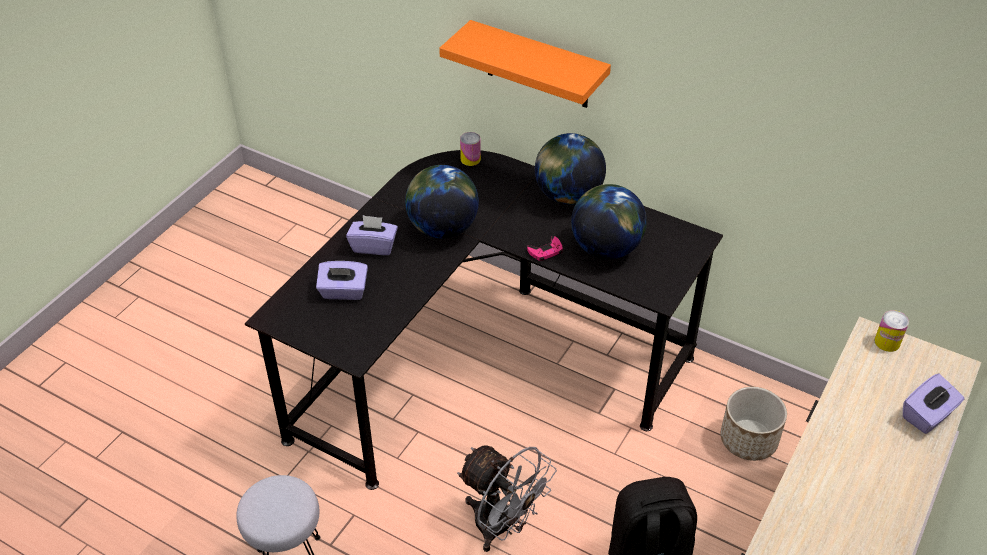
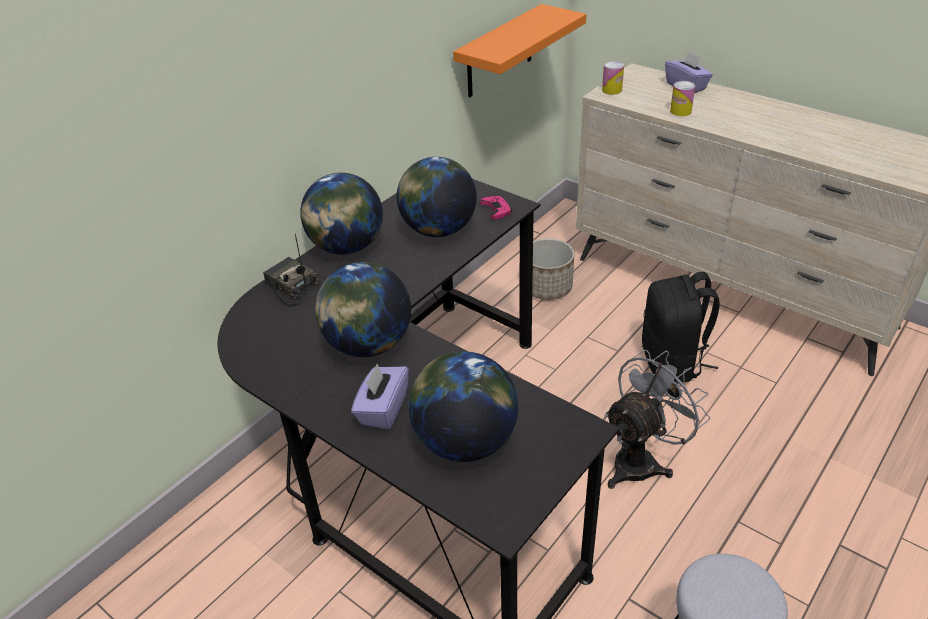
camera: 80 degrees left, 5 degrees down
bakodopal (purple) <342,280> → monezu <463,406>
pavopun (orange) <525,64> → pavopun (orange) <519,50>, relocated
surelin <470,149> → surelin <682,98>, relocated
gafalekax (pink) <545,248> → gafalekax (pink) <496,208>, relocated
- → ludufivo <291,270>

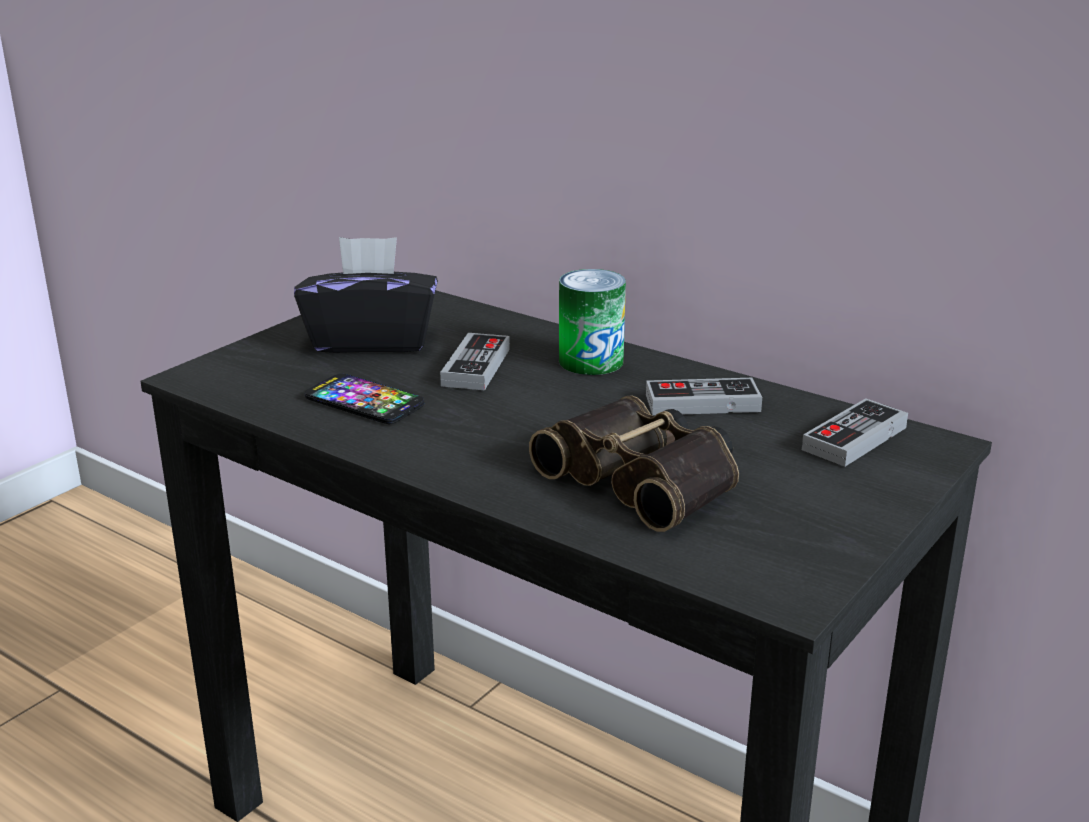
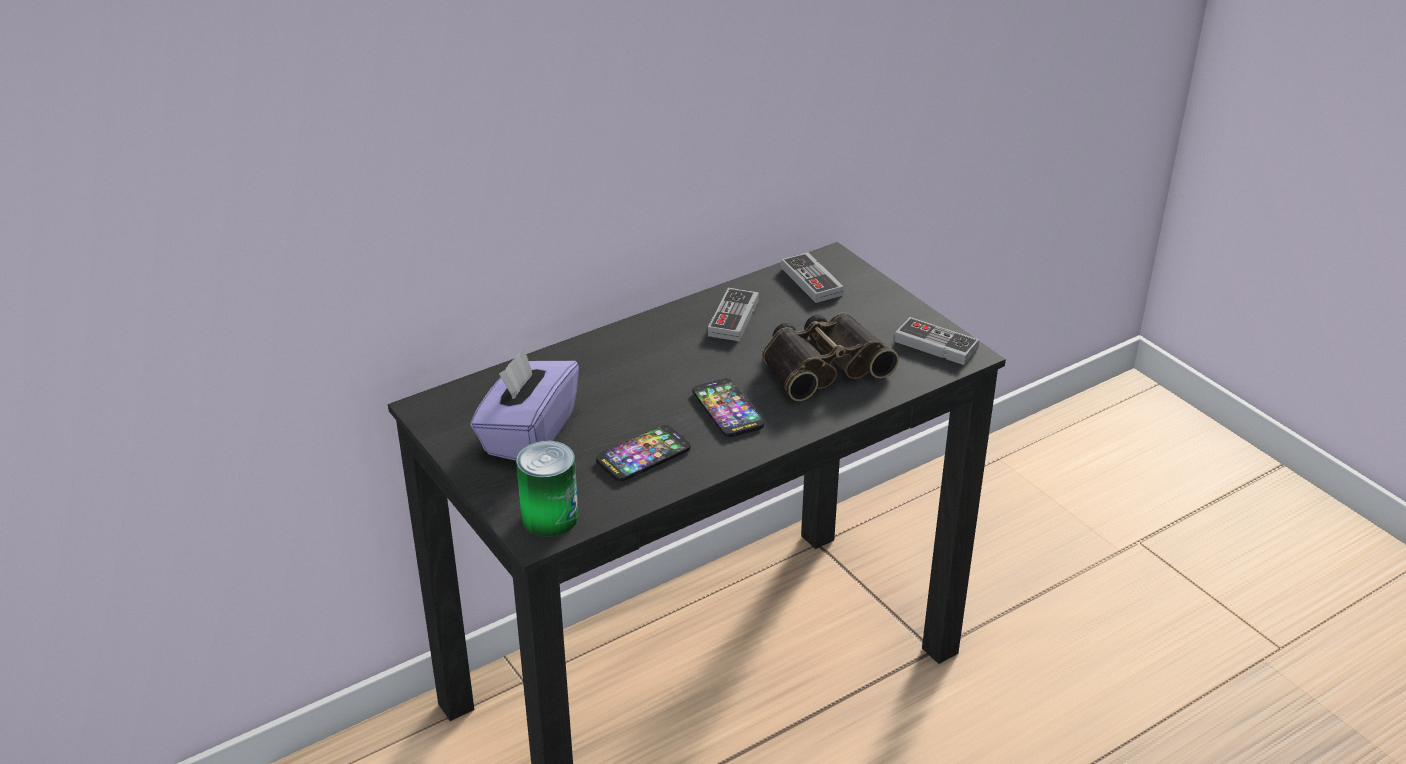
camera: 70 degrees left, 10 degrees up
bakodopal (black) <366,295> → bakodopal (purple) <524,404>
gafalekax <475,361> → gafalekax <936,341>, relocated
surelin <592,322> → surelin <547,489>, relocated
- → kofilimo <728,407>

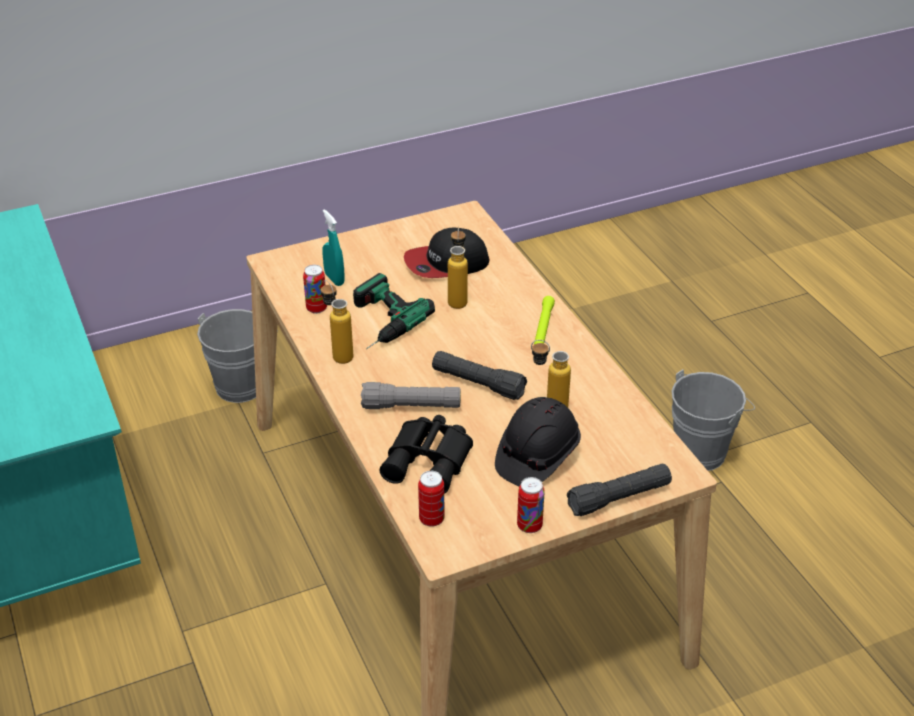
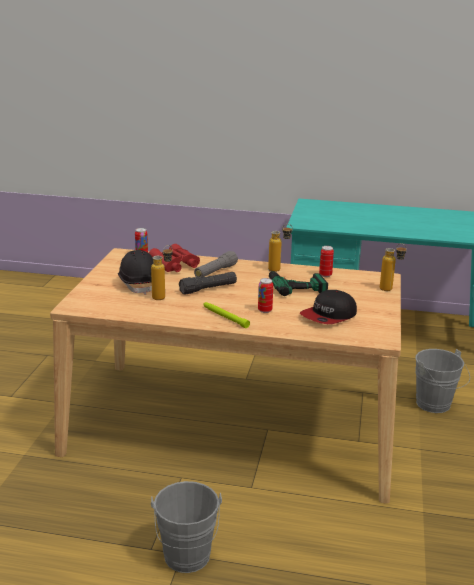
camera: 125 degrees right, 15 degrees down
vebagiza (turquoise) <333,247> → -
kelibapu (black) <426,454> → kelibapu (red) <174,258>
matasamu <447,253> → matasamu <328,307>, 150 degrees counterclockwise
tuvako <458,267> → tuvako <393,267>, relocated
surelin <531,505> → surelin <265,295>, relocated
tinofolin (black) <619,490> → -

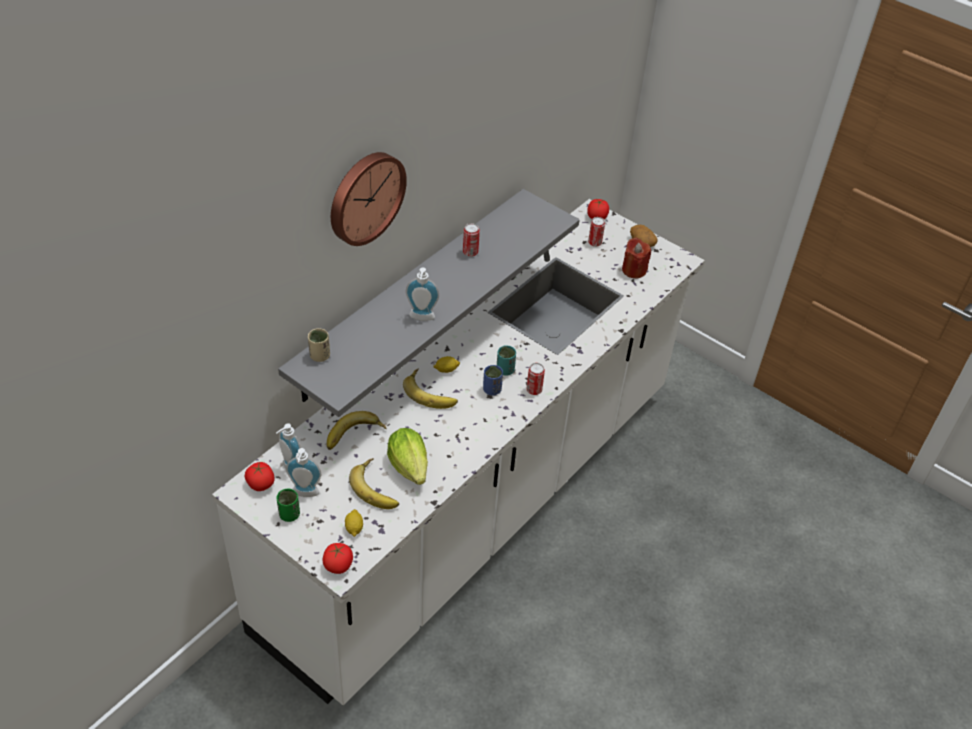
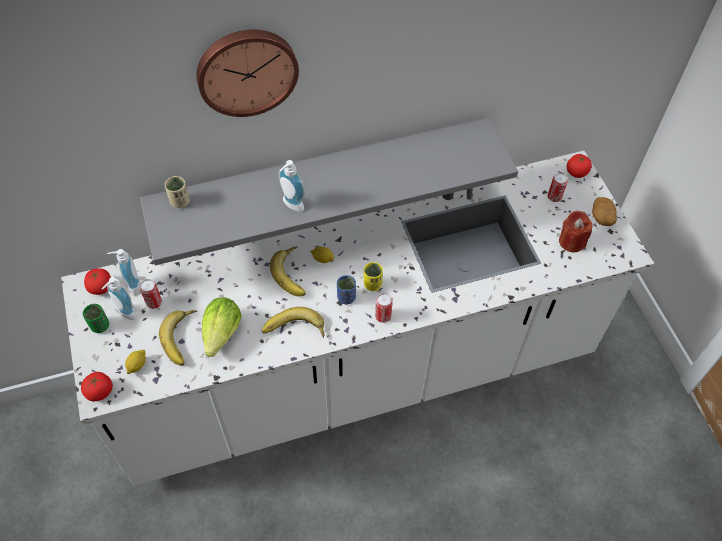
camera: 35 degrees right, 10 degrees up
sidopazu <356,430> → sidopazu <293,322>, relocated
surelin <471,240> → surelin <151,294>, relocated
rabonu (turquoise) <506,360> → rabonu (yellow) <373,276>

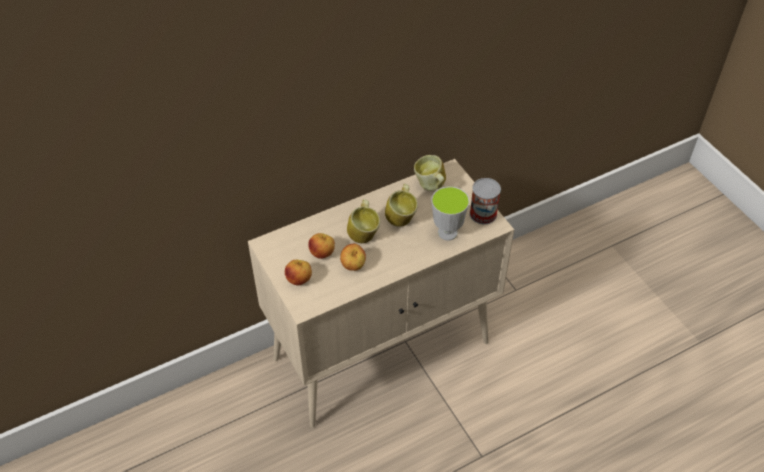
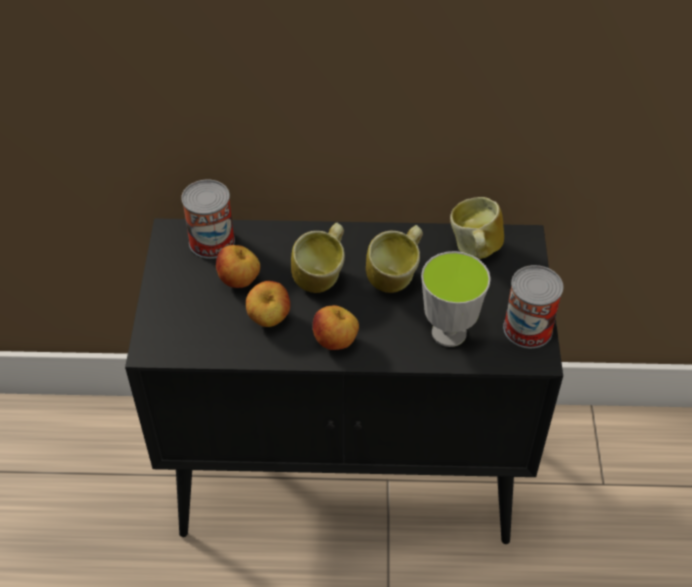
camera: 30 degrees right, 0 degrees up
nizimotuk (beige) <381,293> → nizimotuk (black) <344,381>
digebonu <298,272> → digebonu <336,327>, relocated
- → surelin <208,219>

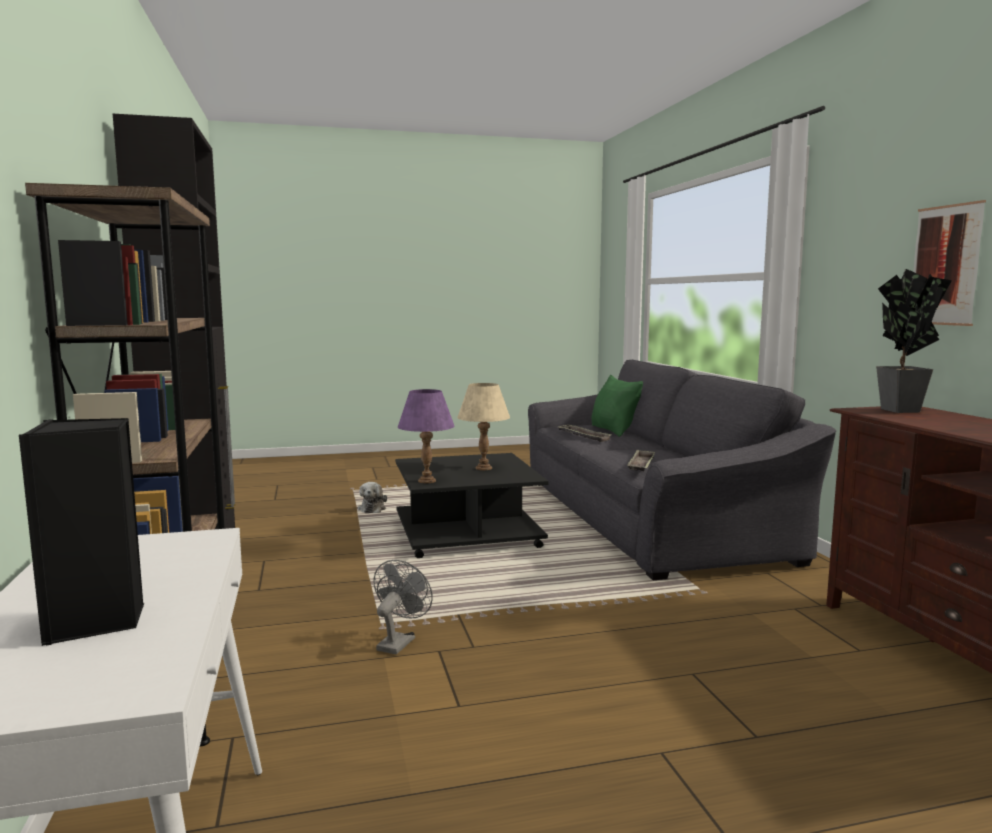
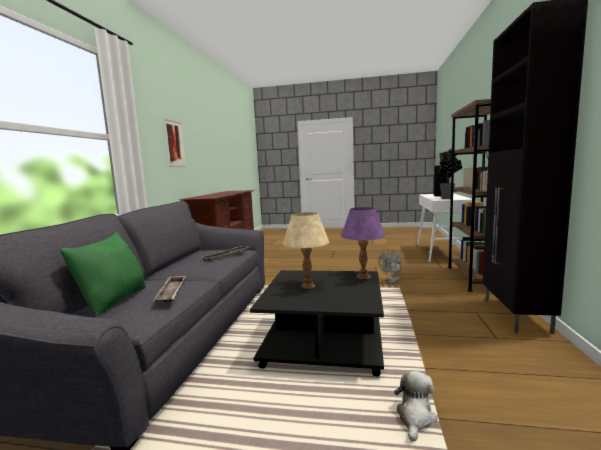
camera: 155 degrees left, 0 degrees up
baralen <914,341> → baralen <450,173>, relocated

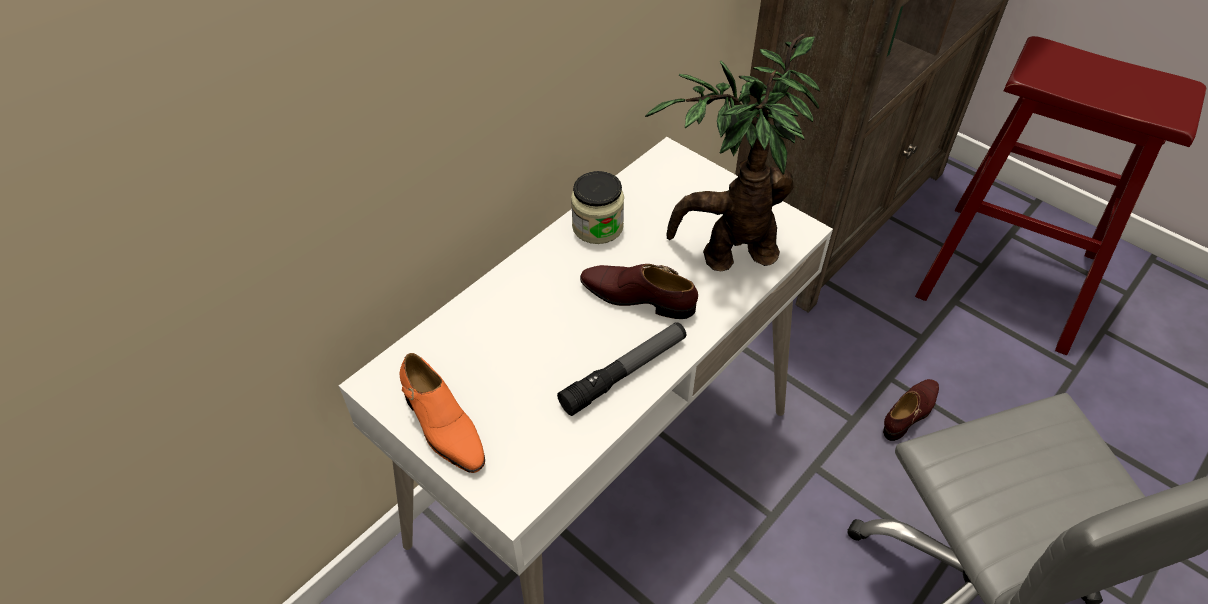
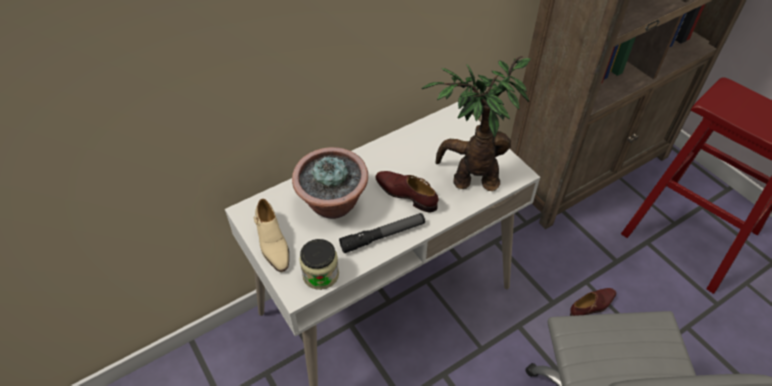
camera: 15 degrees right, 0 degrees up
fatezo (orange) <442,413> → fatezo (beige) <271,235>
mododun <597,207> → mododun <319,264>, relocated
- → baralen <330,183>

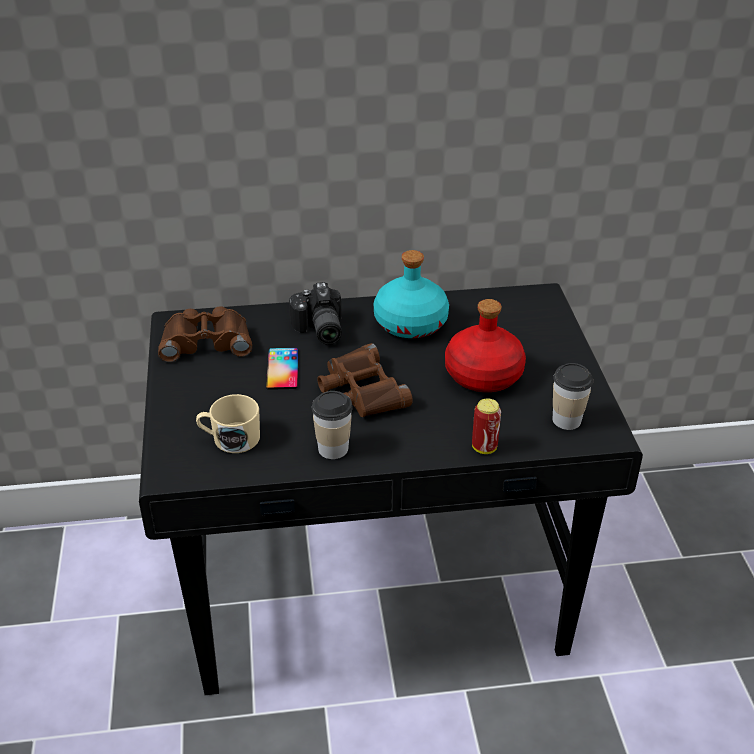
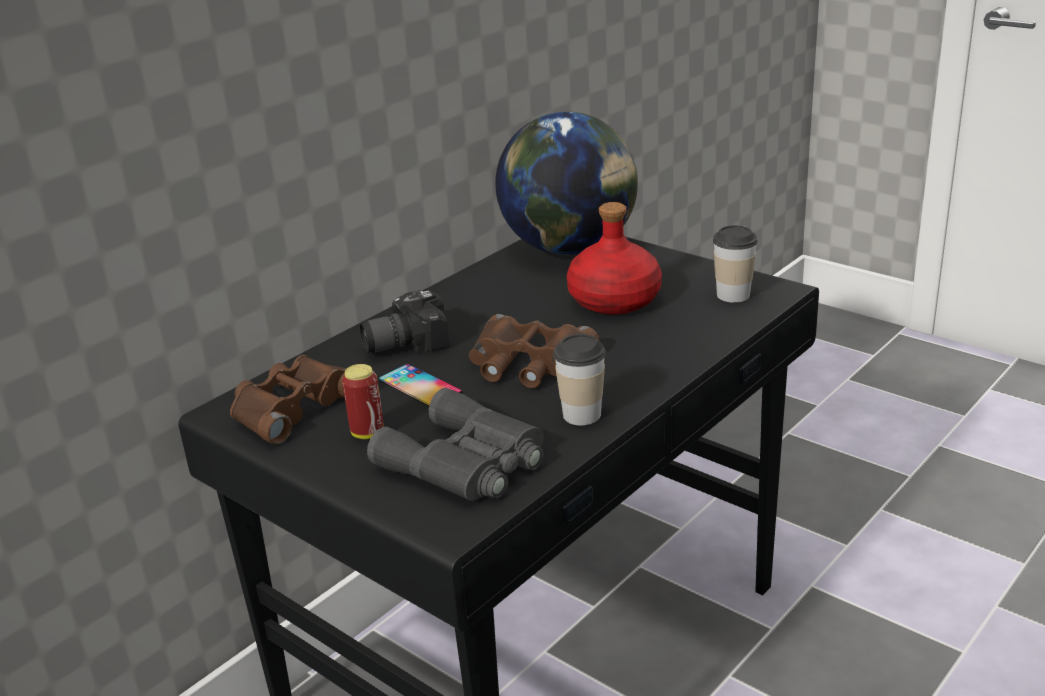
camera: 40 degrees left, 10 degrees down
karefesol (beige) <228,423> → kelibapu (grey) <455,444>
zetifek <315,313> → zetifek <405,321>, 120 degrees clockwise
tuvako (turquoise) <411,294> → -
surelin <486,426> → surelin <363,401>, relocated
- → monezu <566,183>

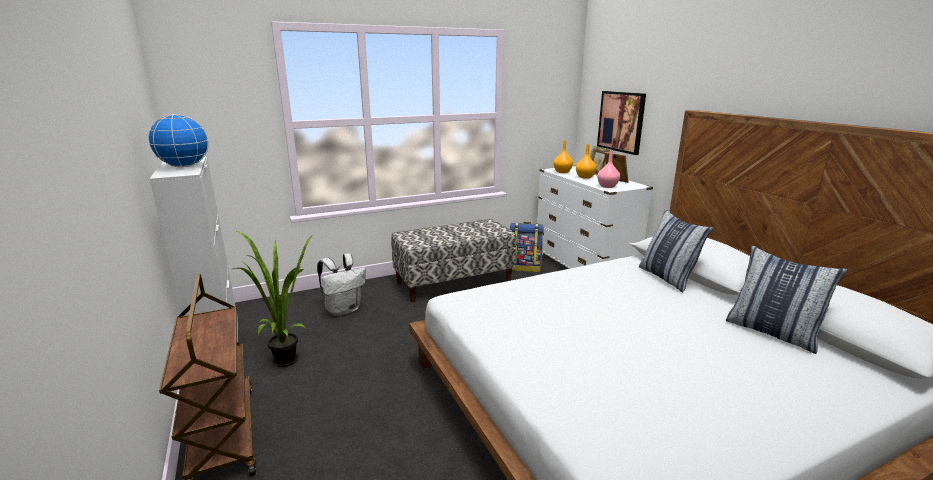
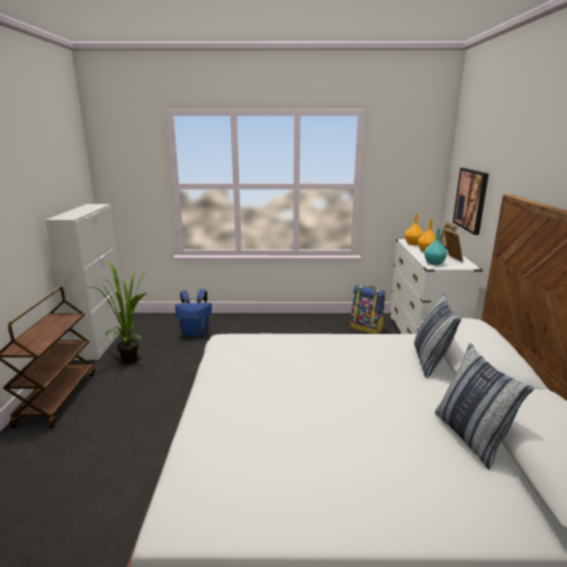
camera: 25 degrees right, 0 degrees up
monezu <178,140> → -
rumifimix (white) <341,284> → rumifimix (blue) <193,313>
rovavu <454,260> → -
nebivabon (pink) <608,169> → nebivabon (turquoise) <435,247>

